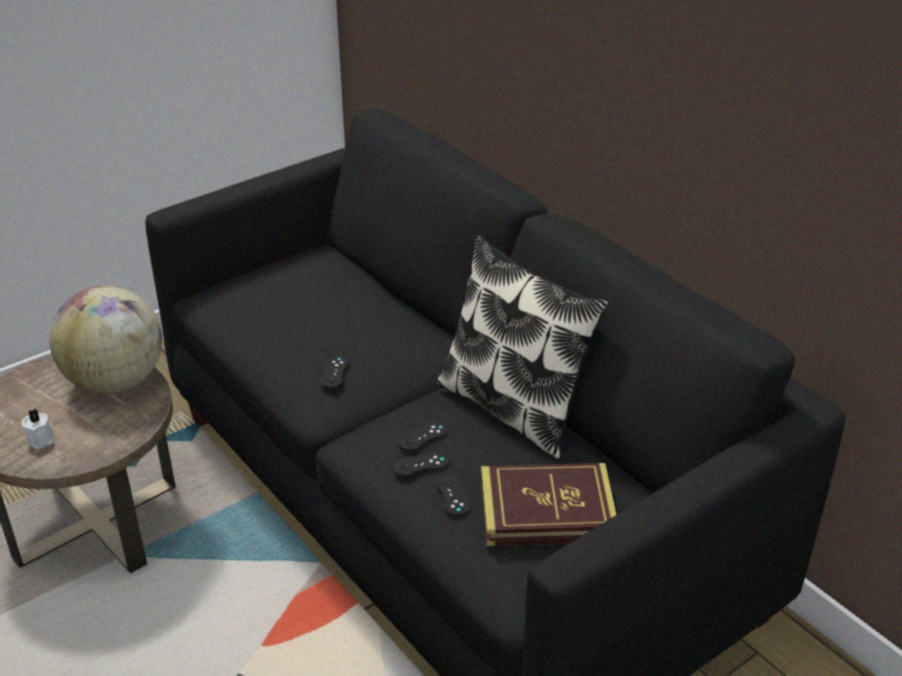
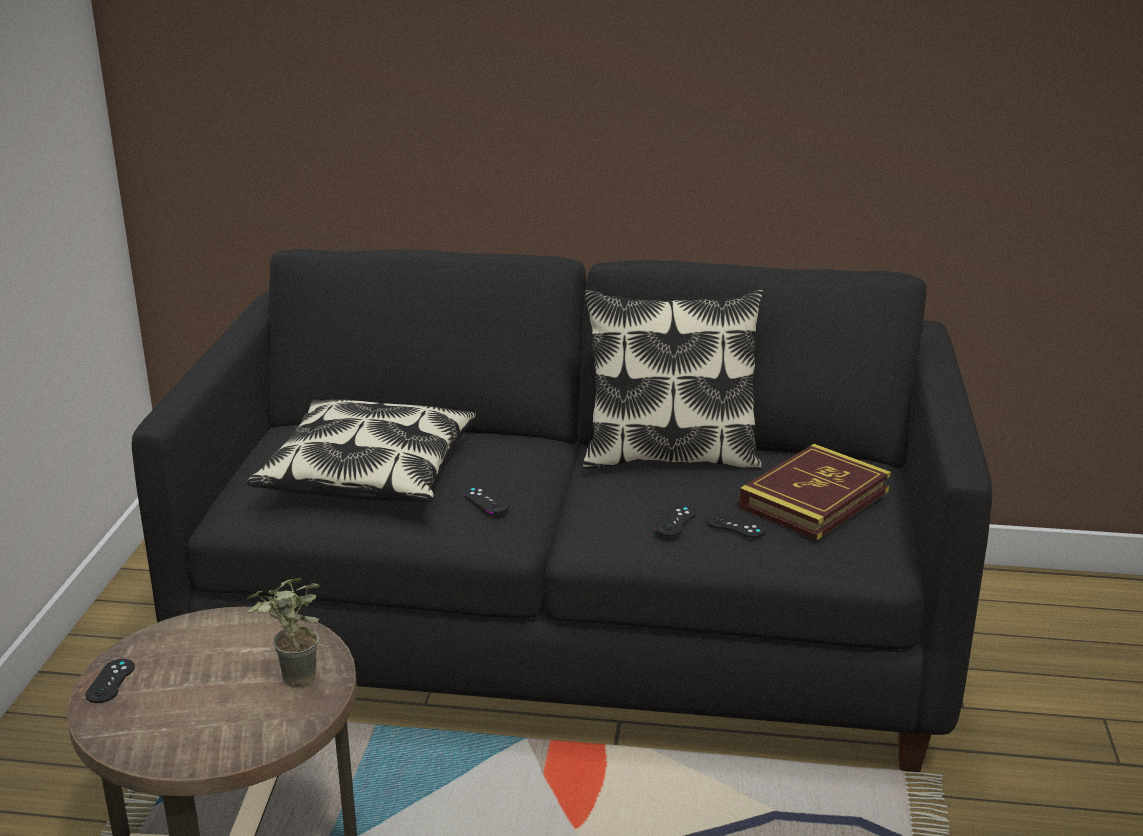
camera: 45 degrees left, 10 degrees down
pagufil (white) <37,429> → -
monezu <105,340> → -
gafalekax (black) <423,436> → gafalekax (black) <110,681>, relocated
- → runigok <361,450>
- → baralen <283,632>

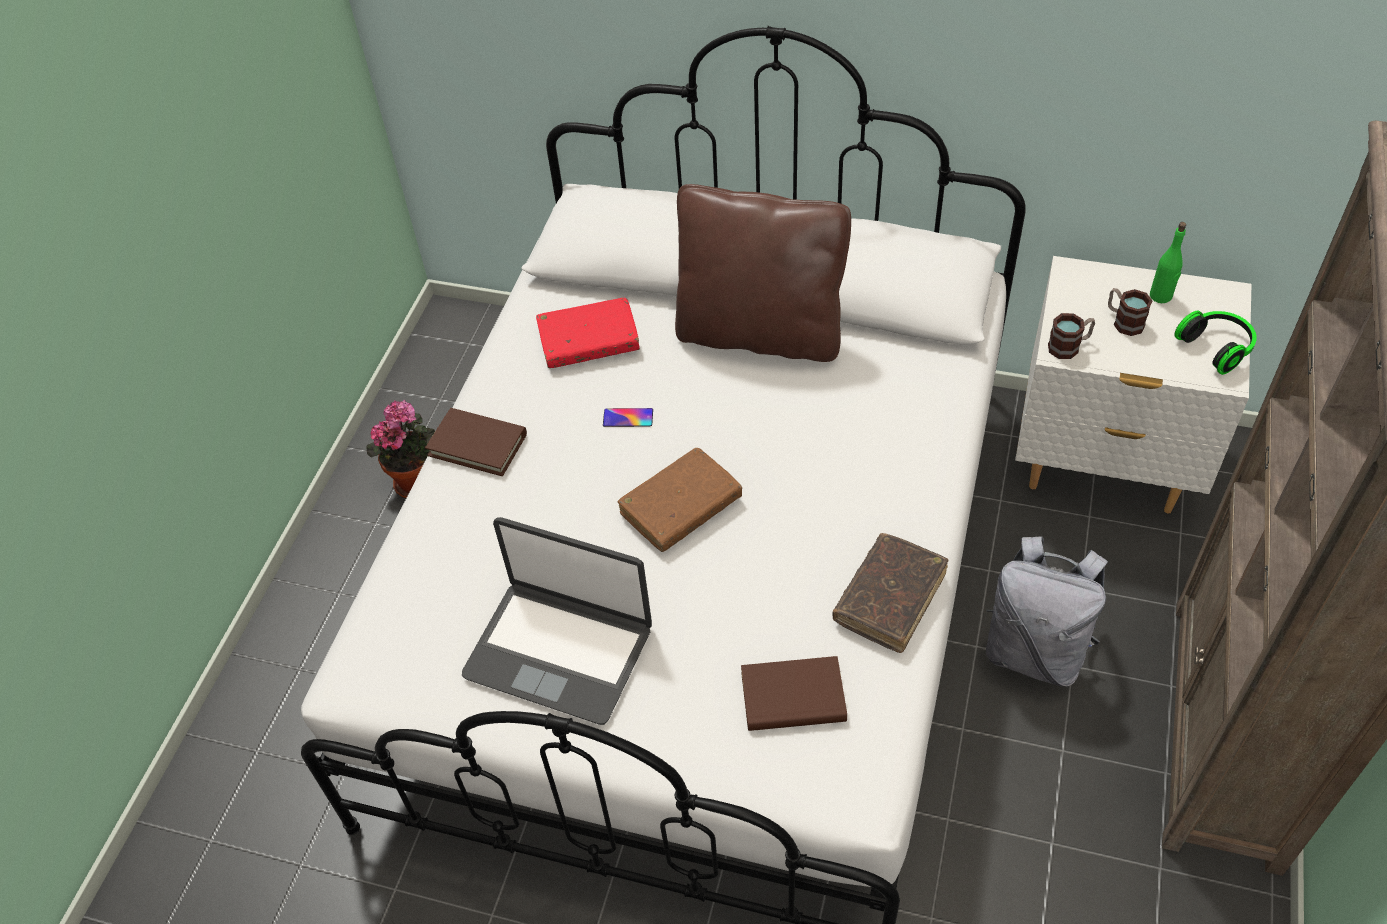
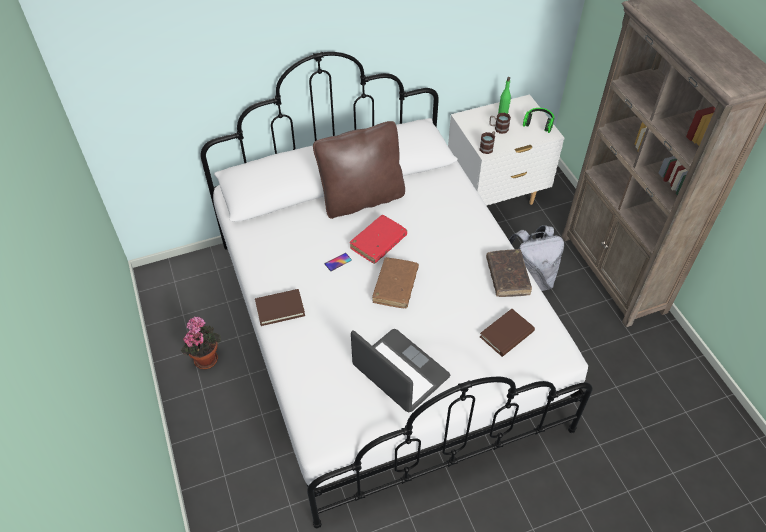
camera: 40 degrees left, 0 degrees up
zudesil <557,621> → zudesil <400,370>, 120 degrees counterclockwise
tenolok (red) <588,333> → tenolok (red) <378,239>, relocated

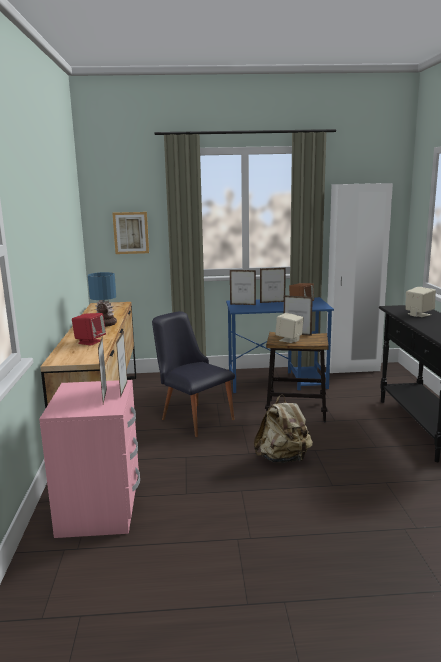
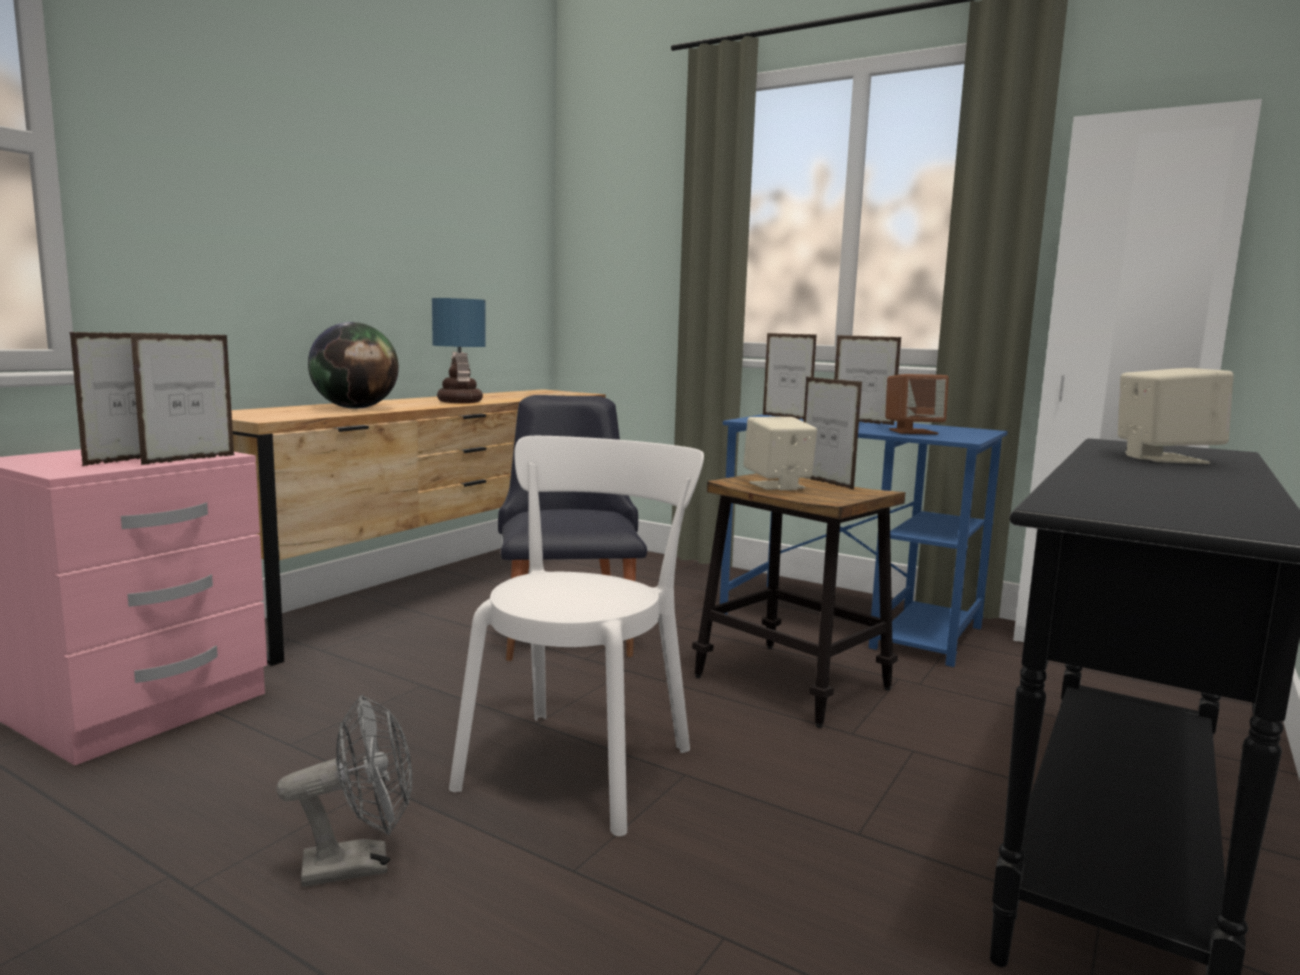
camera: 35 degrees right, 5 degrees down
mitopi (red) <89,329> → monezu <353,365>
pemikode <131,233> → -
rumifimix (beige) <283,429> → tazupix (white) <576,636>
- → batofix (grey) <344,790>

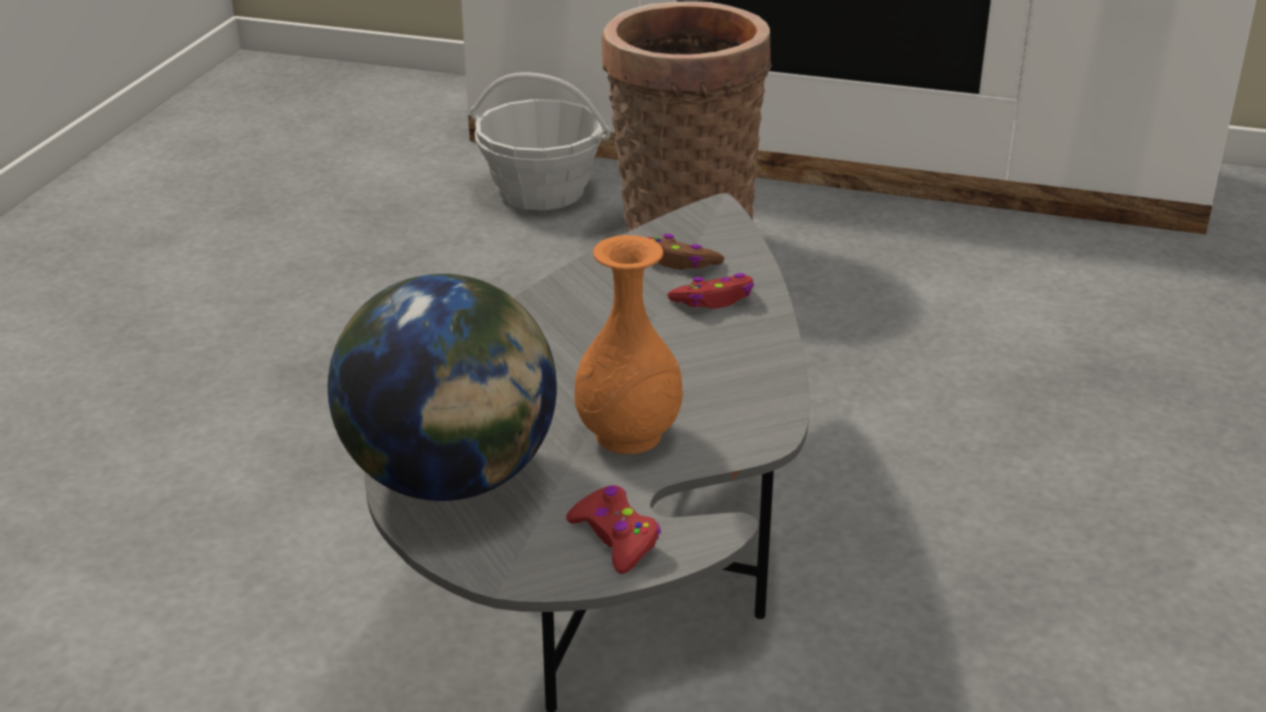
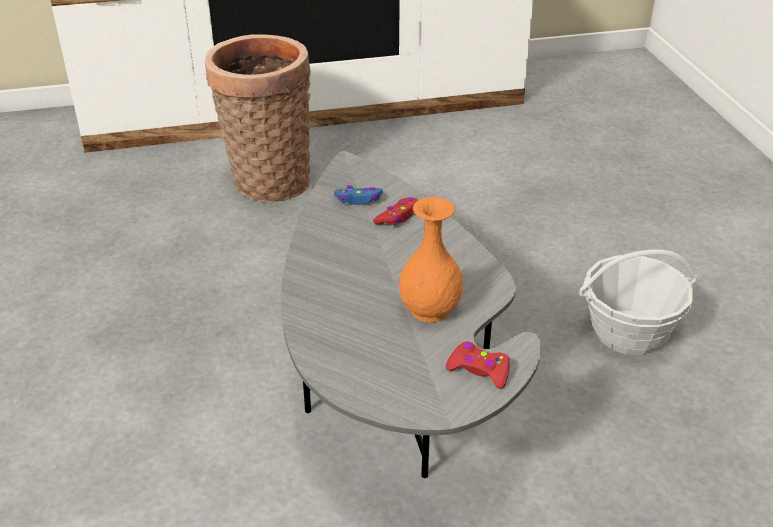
camera: 30 degrees left, 5 degrees up
monezu <442,387> → -
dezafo <540,141> → dezafo <638,302>, relocated
gafalekax (brown) <686,252> → gafalekax (blue) <358,195>

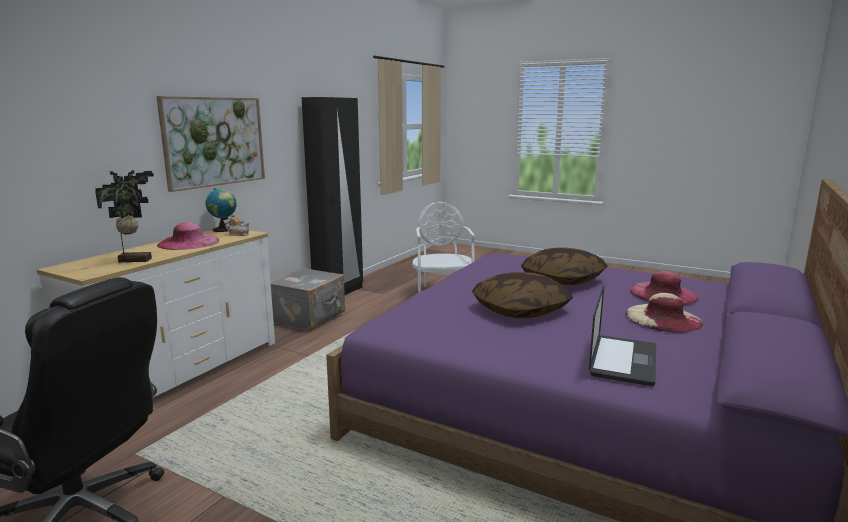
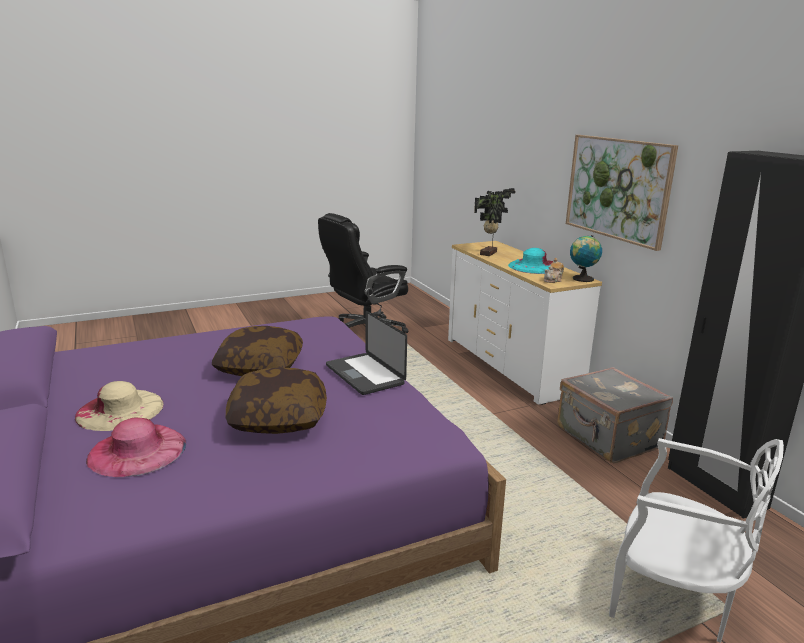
camera: 125 degrees right, 5 degrees up
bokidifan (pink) <188,236> → bokidifan (turquoise) <530,261>
zudesil <622,336> → zudesil <366,353>, relocated

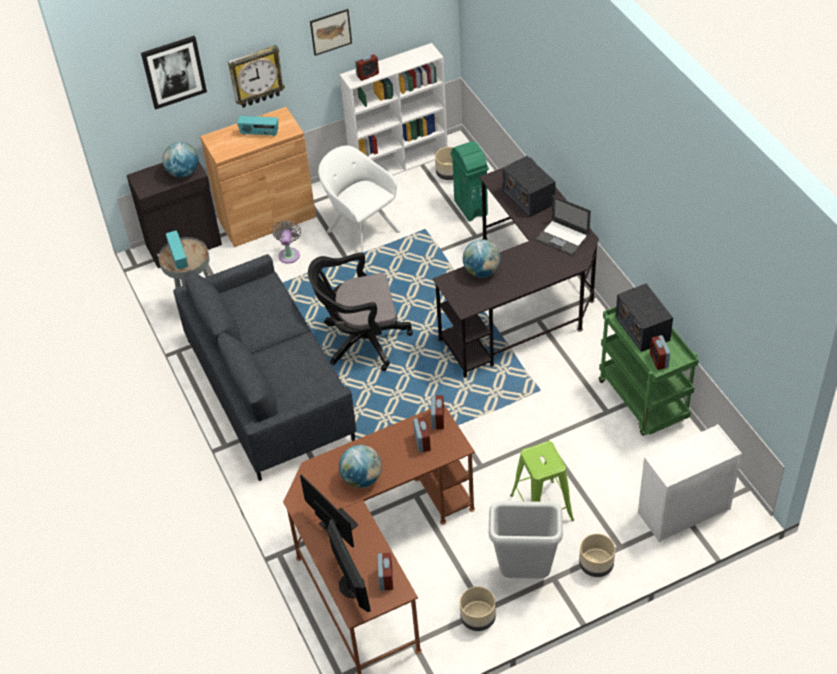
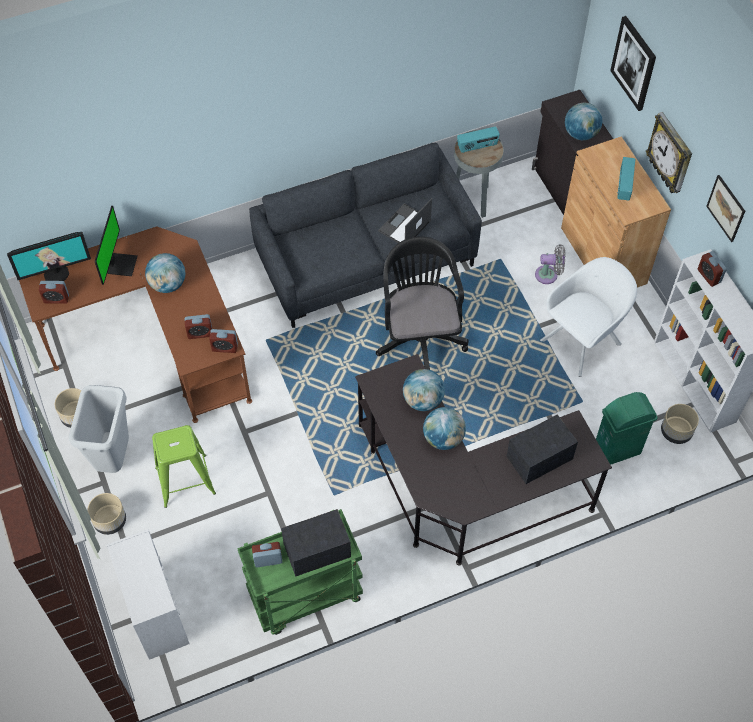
camera: 90 degrees right, 10 degrees up
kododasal <329,511> → kododasal <116,245>, 45 degrees counterclockwise
zudesil <563,225> → zudesil <405,220>, relocated
- → monezu <444,428>

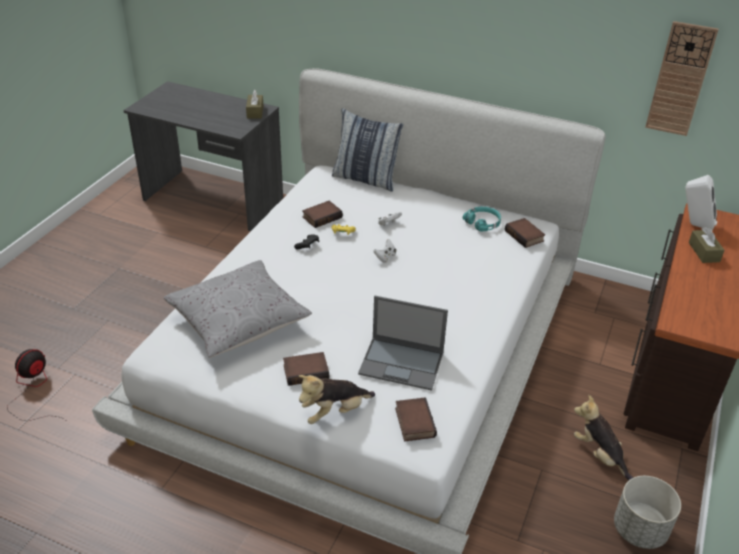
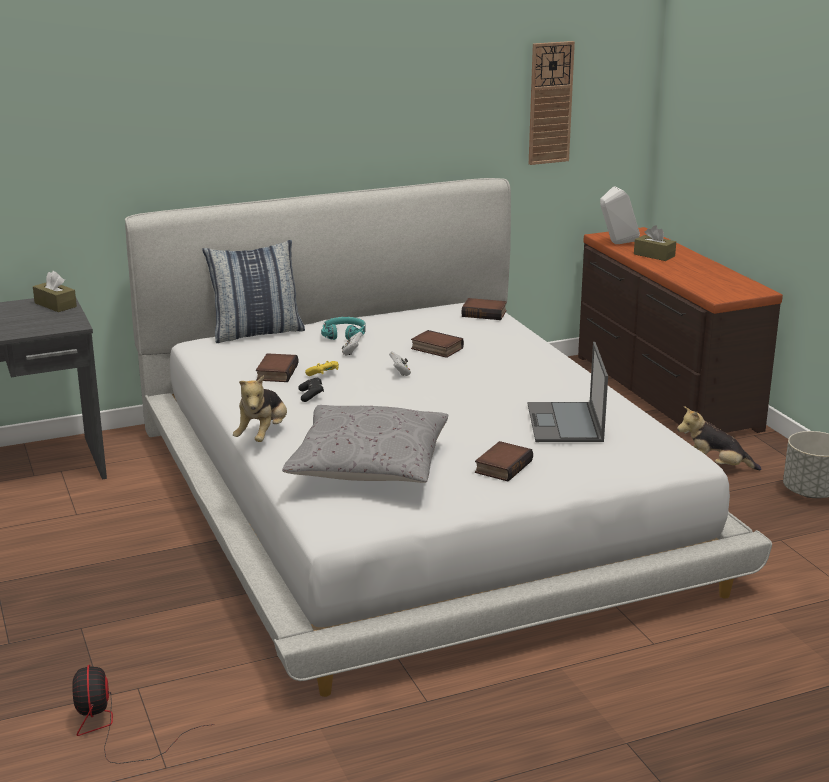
camera: 45 degrees left, 15 degrees down
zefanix <337,399> → zefanix <260,408>, relocated
zudesil <403,343> → zudesil <568,392>, 120 degrees clockwise
tenolok <416,419> → tenolok <437,344>, relocated
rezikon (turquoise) <482,219> → rezikon (turquoise) <343,328>, relocated

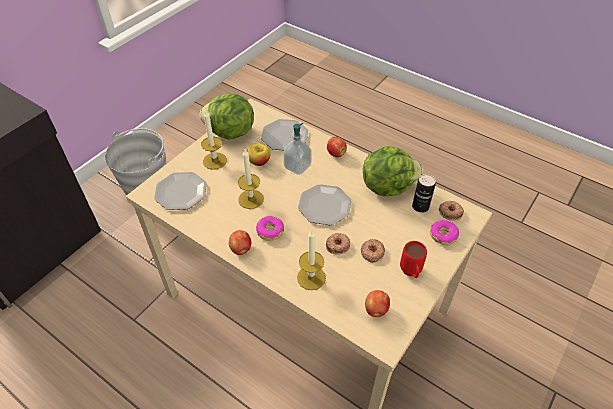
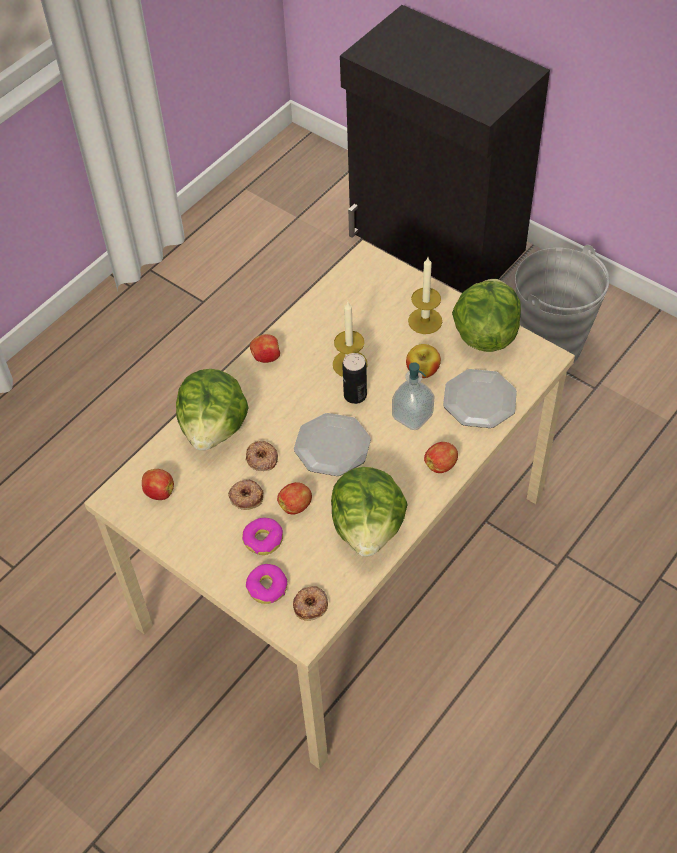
camera: 95 degrees right, 5 degrees up
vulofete <180,191> → -
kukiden <270,228> → kukiden <262,536>, relocated
pagufil <311,260> → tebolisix <212,410>
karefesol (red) <413,259> → -
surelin <424,193> → surelin <354,378>, relocated
- → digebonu <294,498>

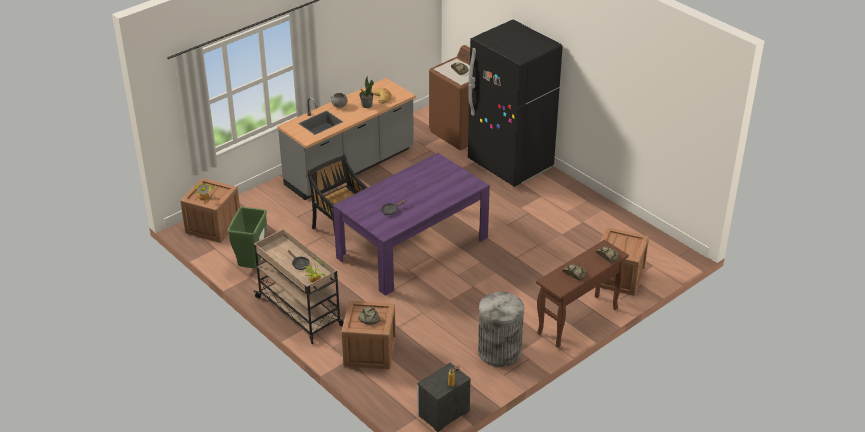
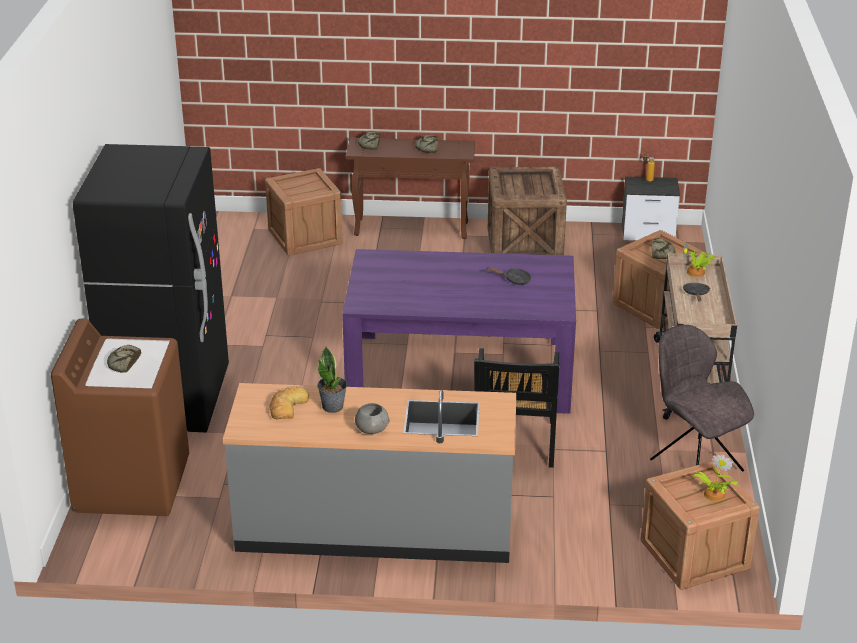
camera: 135 degrees left, 5 degrees down
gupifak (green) <247,237> → tazupix (grey) <702,398>
gupifak (grey) <501,329> → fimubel <527,211>

